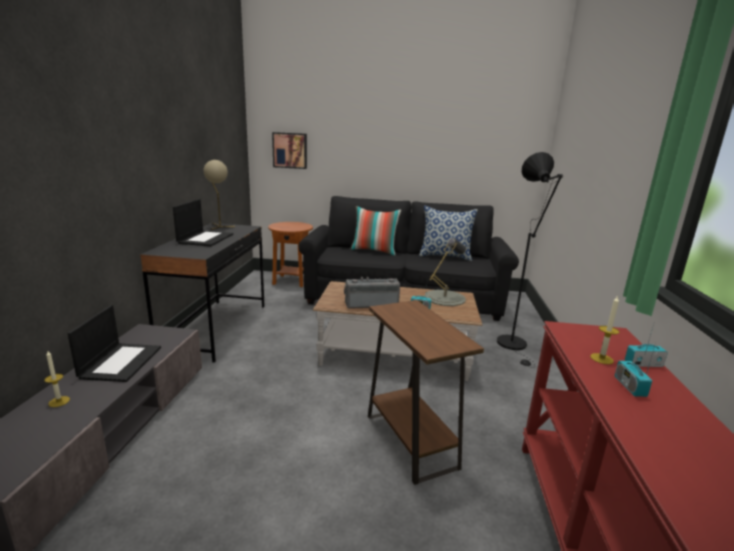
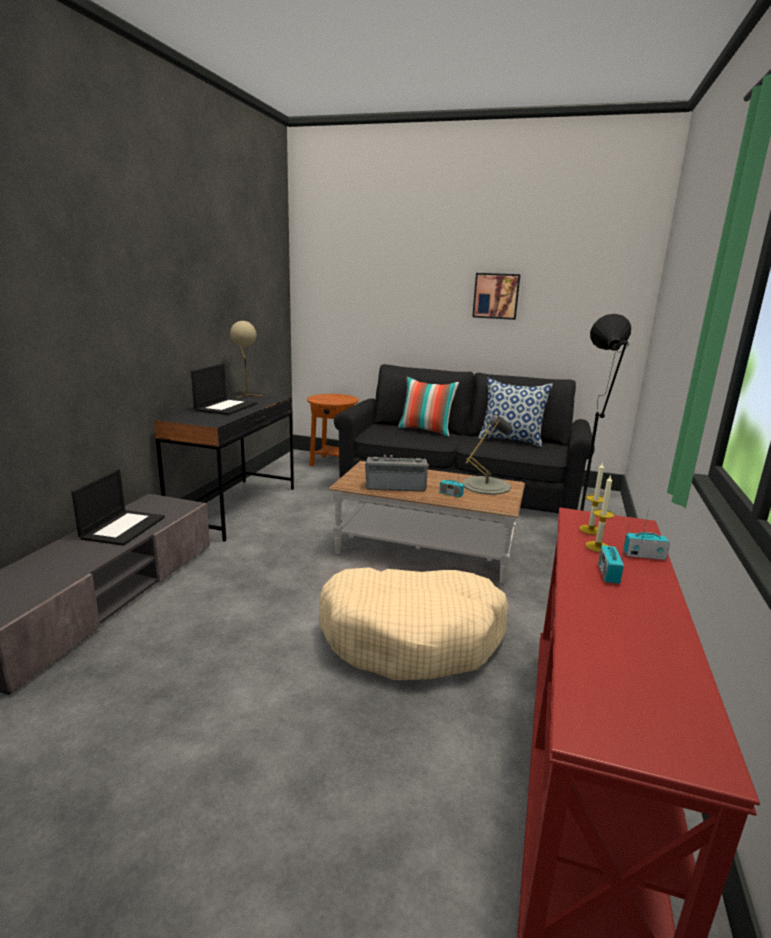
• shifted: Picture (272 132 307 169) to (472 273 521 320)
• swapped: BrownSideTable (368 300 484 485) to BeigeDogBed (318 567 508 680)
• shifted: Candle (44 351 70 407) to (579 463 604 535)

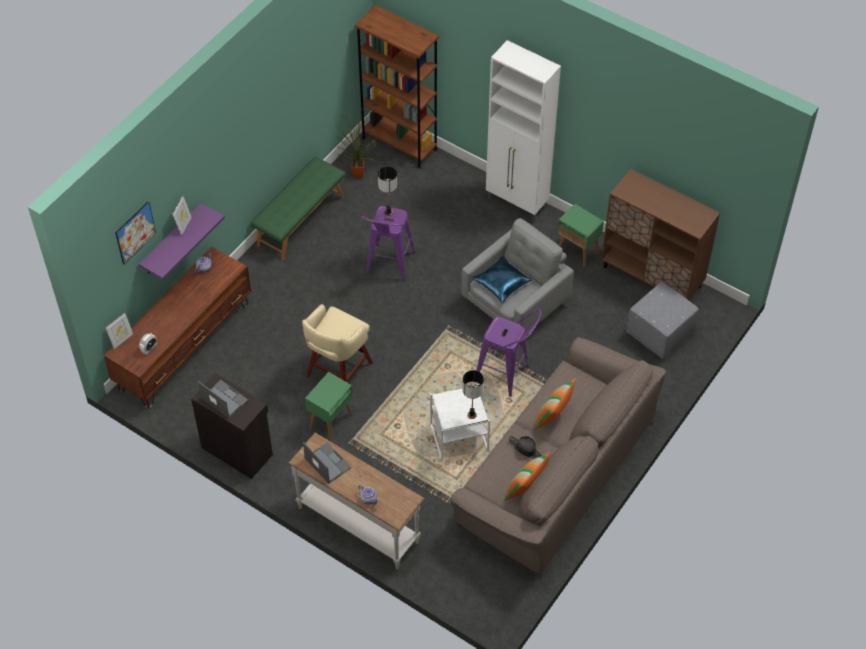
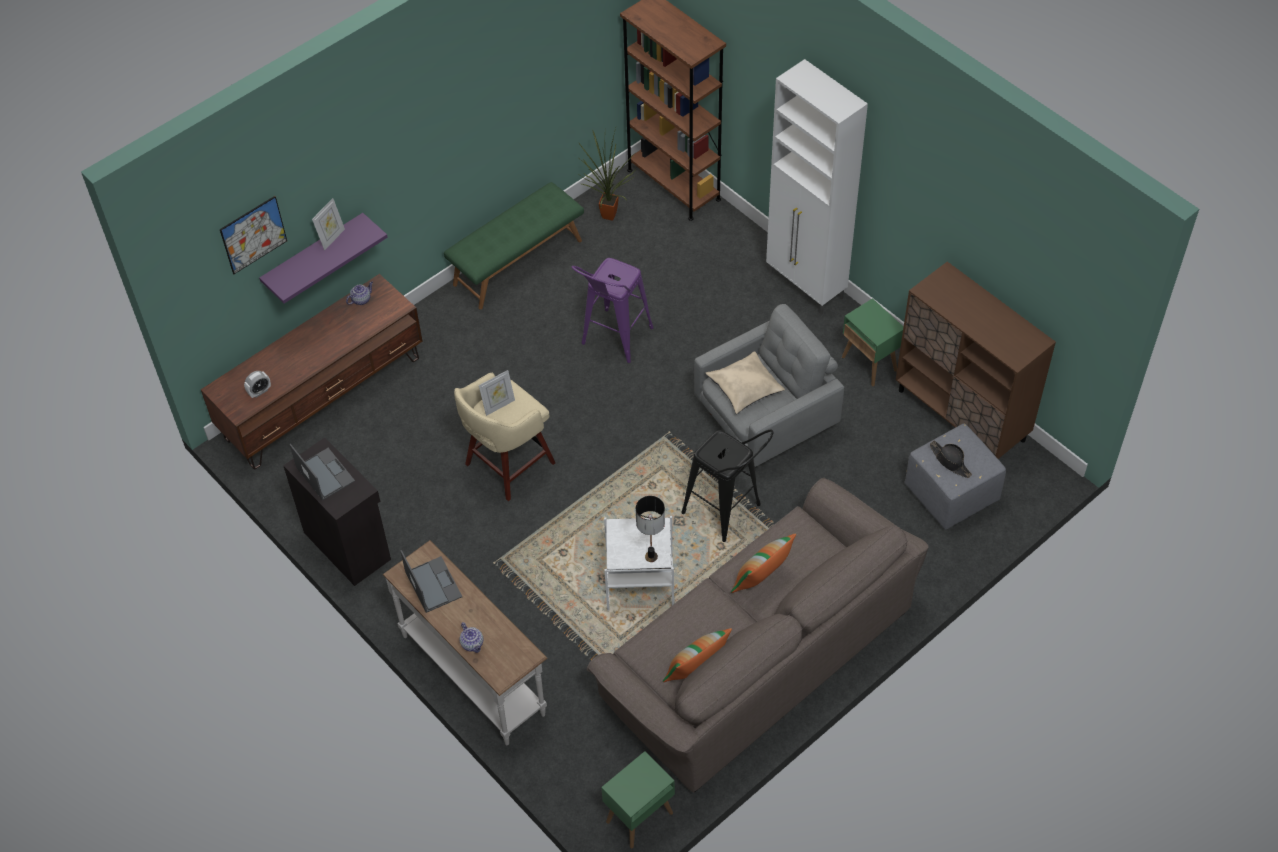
• gone: TableLamp (378 166 397 216)
• repainted: BluePillow (472 256 532 303) to BeigePillow (705 351 785 414)
• repainted: PurpleStool (475 309 541 397) to BlackStool (681 430 774 542)
• shifted: PictureFrame (106 313 133 349) to (479 370 515 416)
• shifted: GreenSideTable (305 372 353 440) to (601 751 675 848)
• shifted: BlackHat (508 436 542 459) to (930 440 972 478)

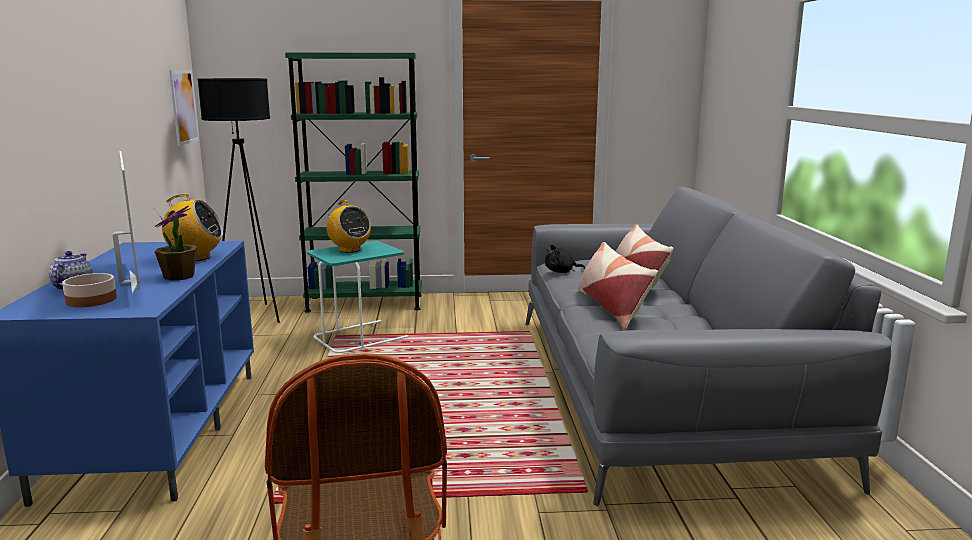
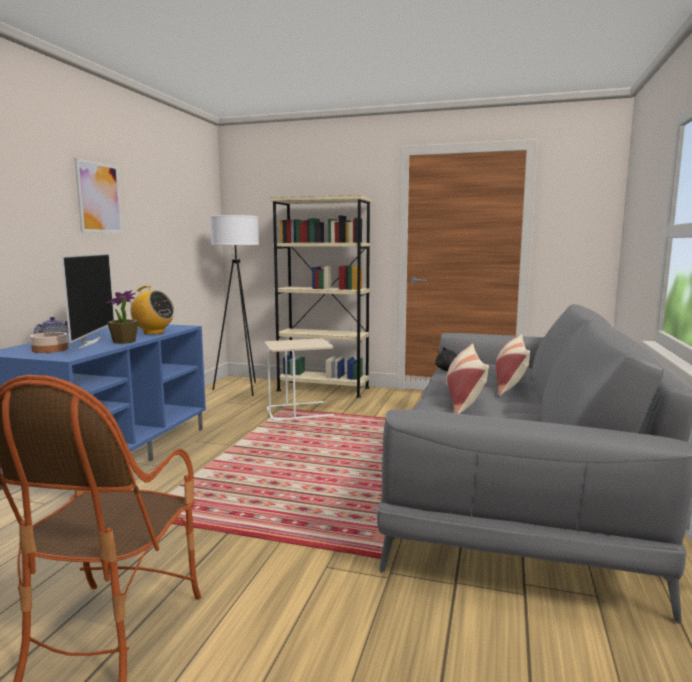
• repainted: GreenBookcase (285 53 422 313) to BeigeBookcase (270 195 372 398)
• shifted: Picture (169 70 199 146) to (75 158 123 233)
• repainted: BlackFloorLamp (197 78 280 323) to WhiteFloorLamp (210 215 259 396)
• gone: Radio (326 200 371 253)
• repainted: TurquoiseSideTable (307 241 408 353) to BeigeSideTable (265 339 334 421)

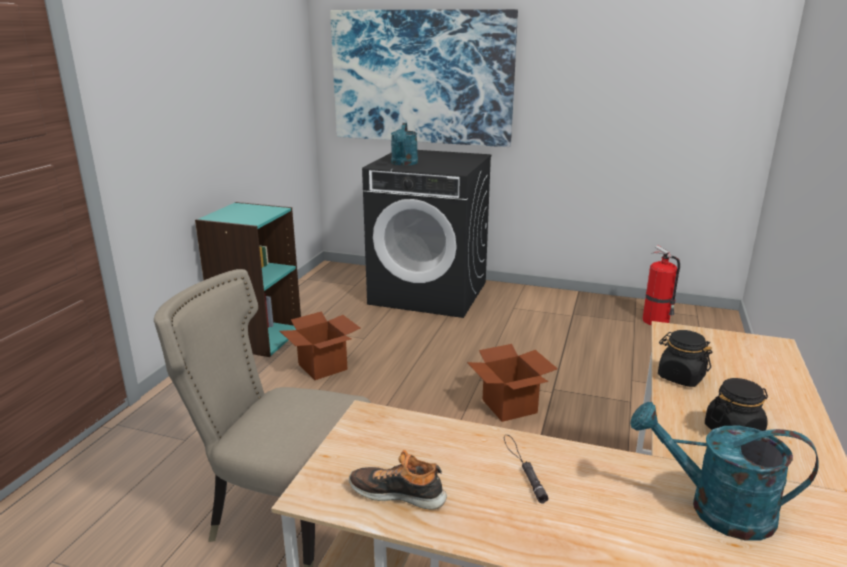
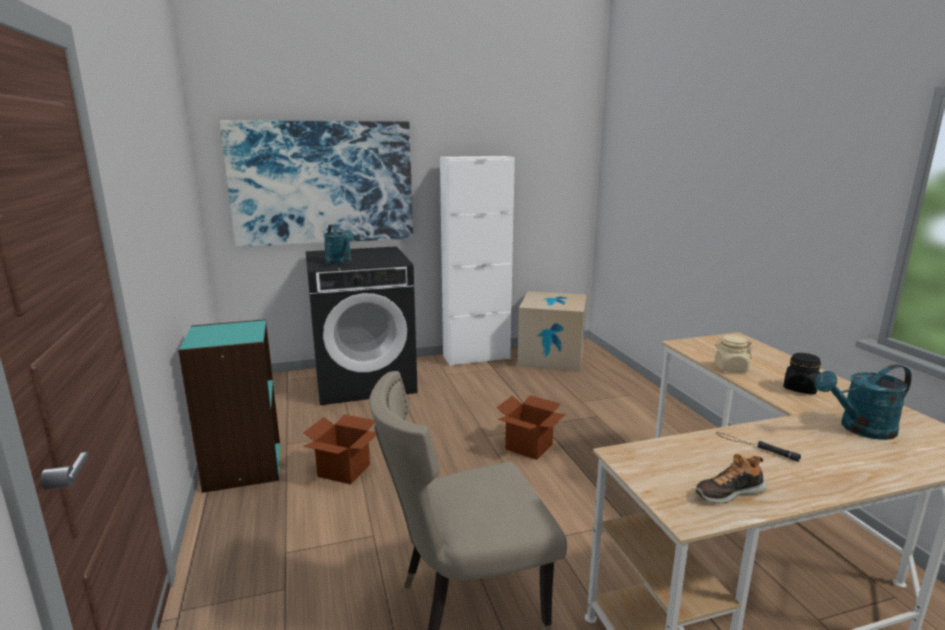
• swapped: FireExtinguisher (642 245 680 325) to CardboardBox (517 291 587 372)
• repainted: BlackJar (658 330 712 387) to BeigeJar (715 335 752 372)
• new: WhiteCabinet (440 156 515 366)

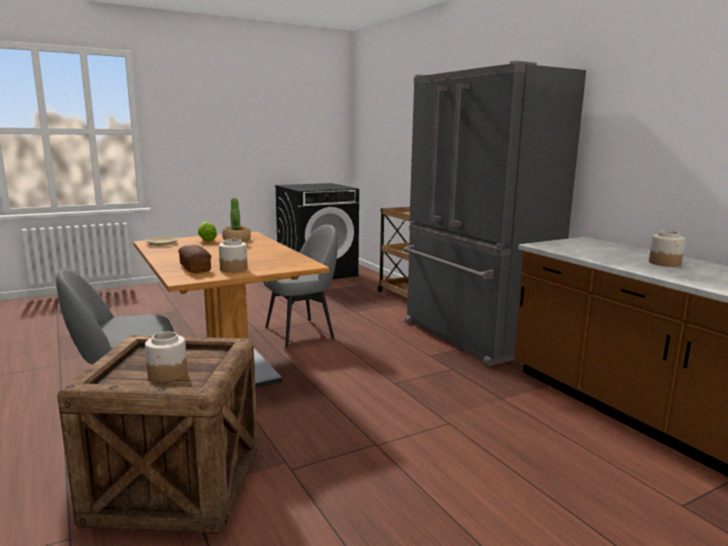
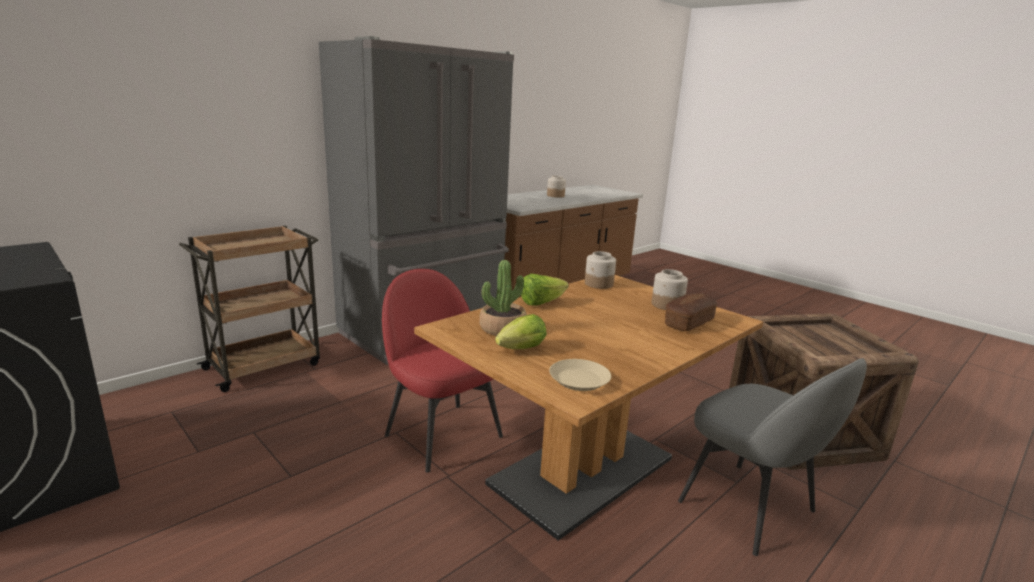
• repainted: GreyChair (263 224 338 347) to RedChair (382 269 503 473)
• shifted: Jar (145 332 187 382) to (585 251 616 289)
• new: Lettuce (521 274 569 306)

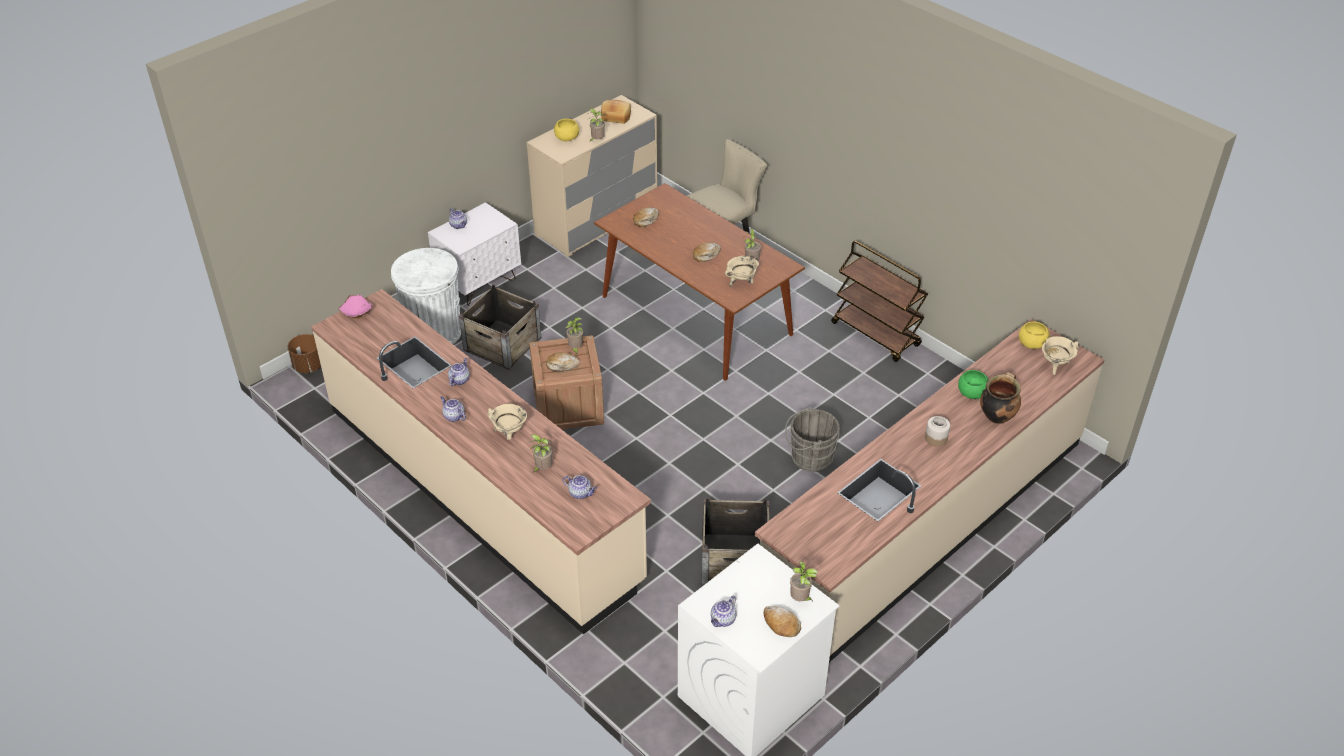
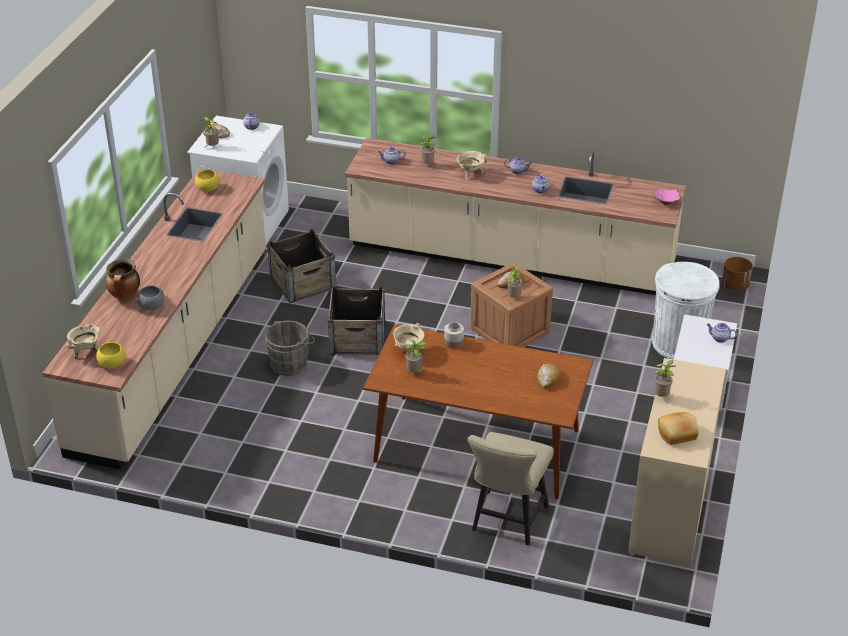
• shifted: YellowBowl (554 119 579 141) to (195 170 220 192)
• gone: BrownCart (831 241 928 362)
• gone: Bread (693 242 721 262)
• shifted: Crate (459 285 541 370) to (328 286 385 355)
• repainted: GreenBowl (958 370 989 399) to GreyBowl (137 286 164 310)
• shifted: Jar (925 416 950 447) to (444 322 464 349)

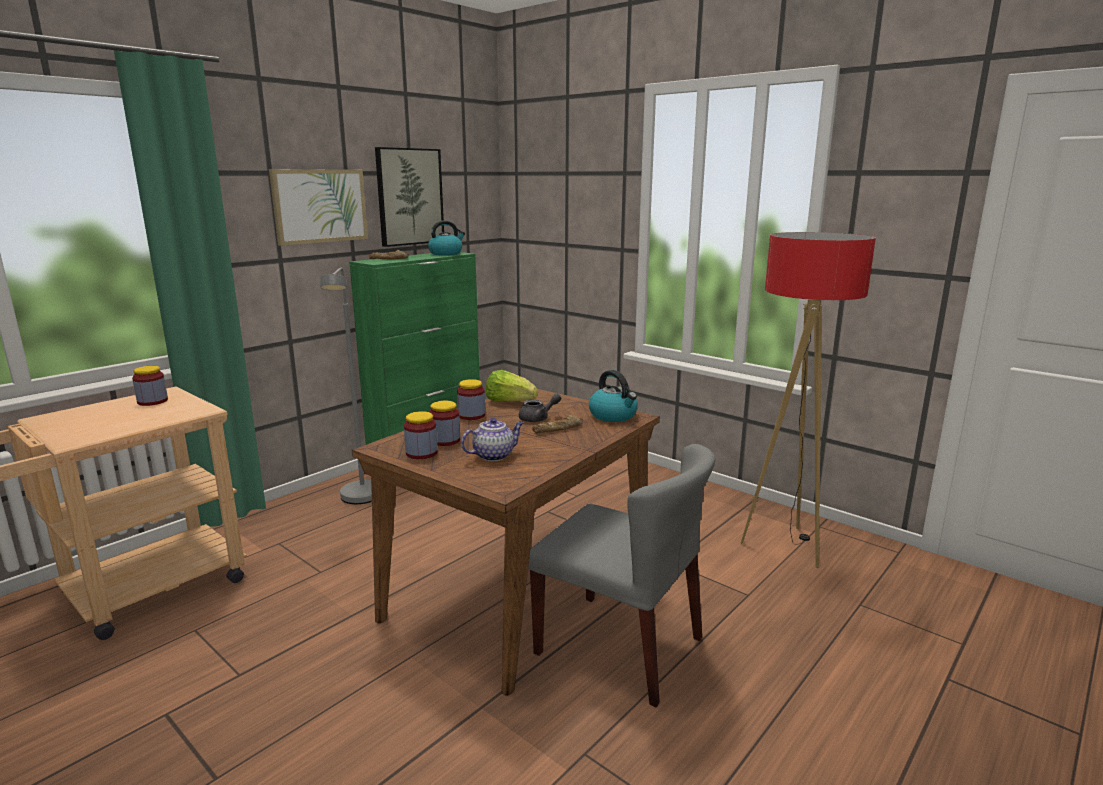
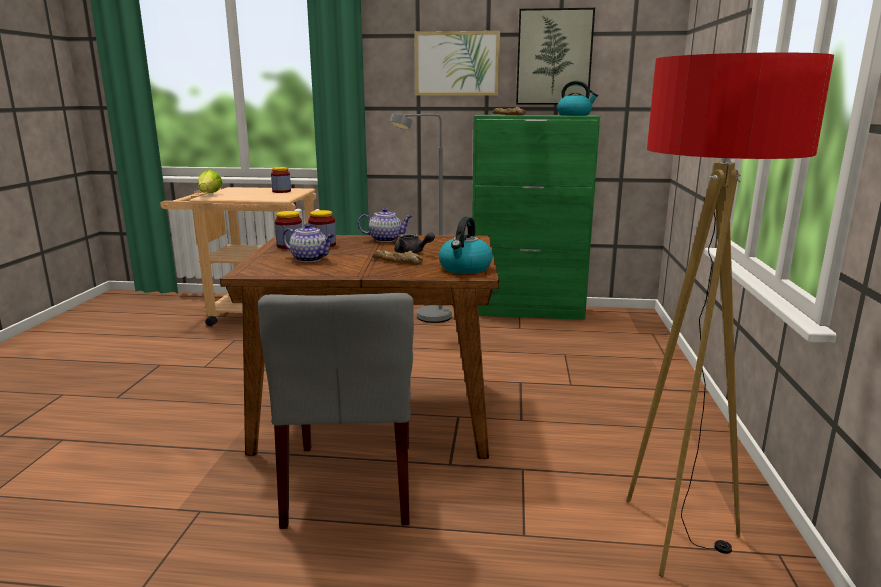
• shifted: Lettuce (486 370 538 401) to (198 170 223 193)
• swapped: Jar (457 379 485 420) to Teapot (358 208 412 242)

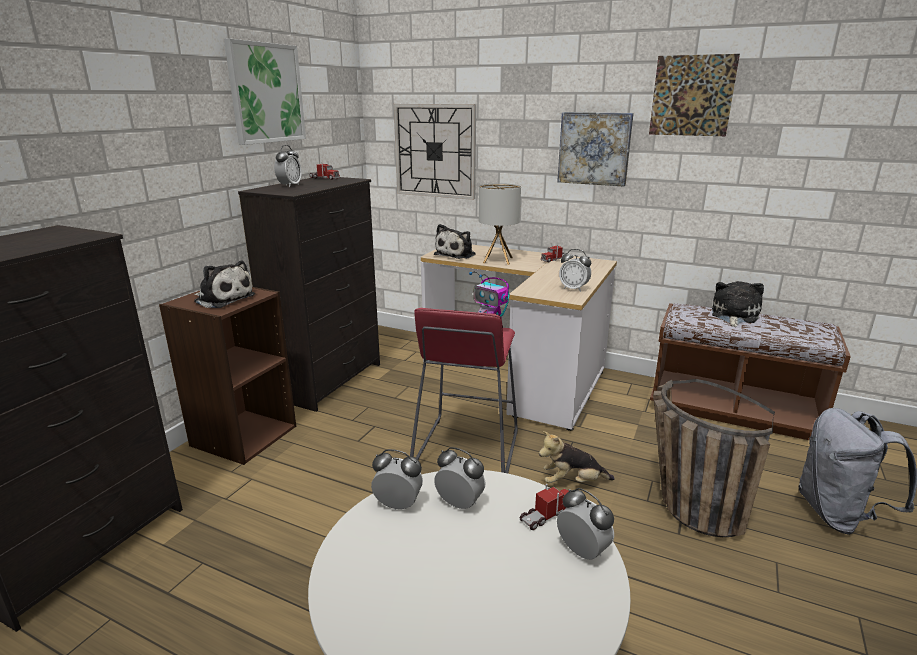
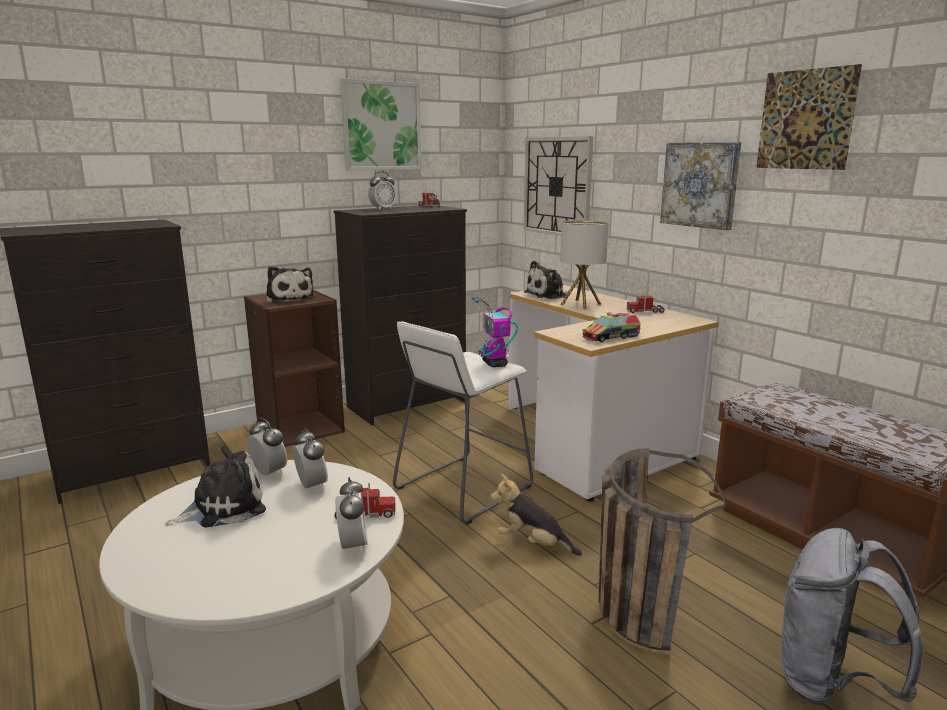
• swapped: AlarmClock (559 249 591 292) to ToyTruck (582 312 641 343)
• shifted: PlushToy (712 281 764 327) to (165 445 266 527)
• repainted: RedStool (410 308 518 473) to WhiteStool (393 321 533 525)

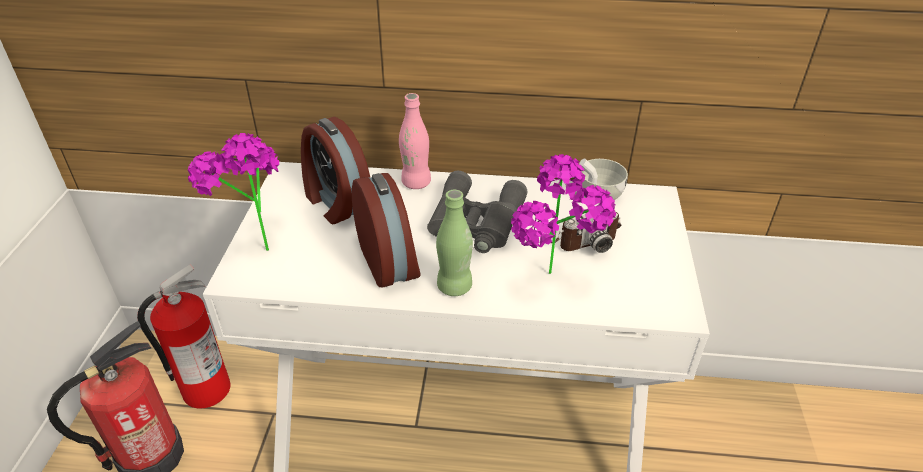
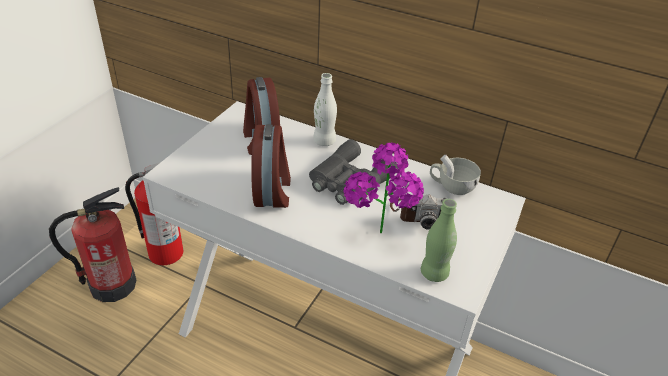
• repainted: PinkBottle (399 93 431 189) to WhiteBottle (313 73 337 146)
• gone: PottedPlant (188 133 279 251)
• shifted: GreenBottle (436 190 473 296) to (421 199 457 282)

